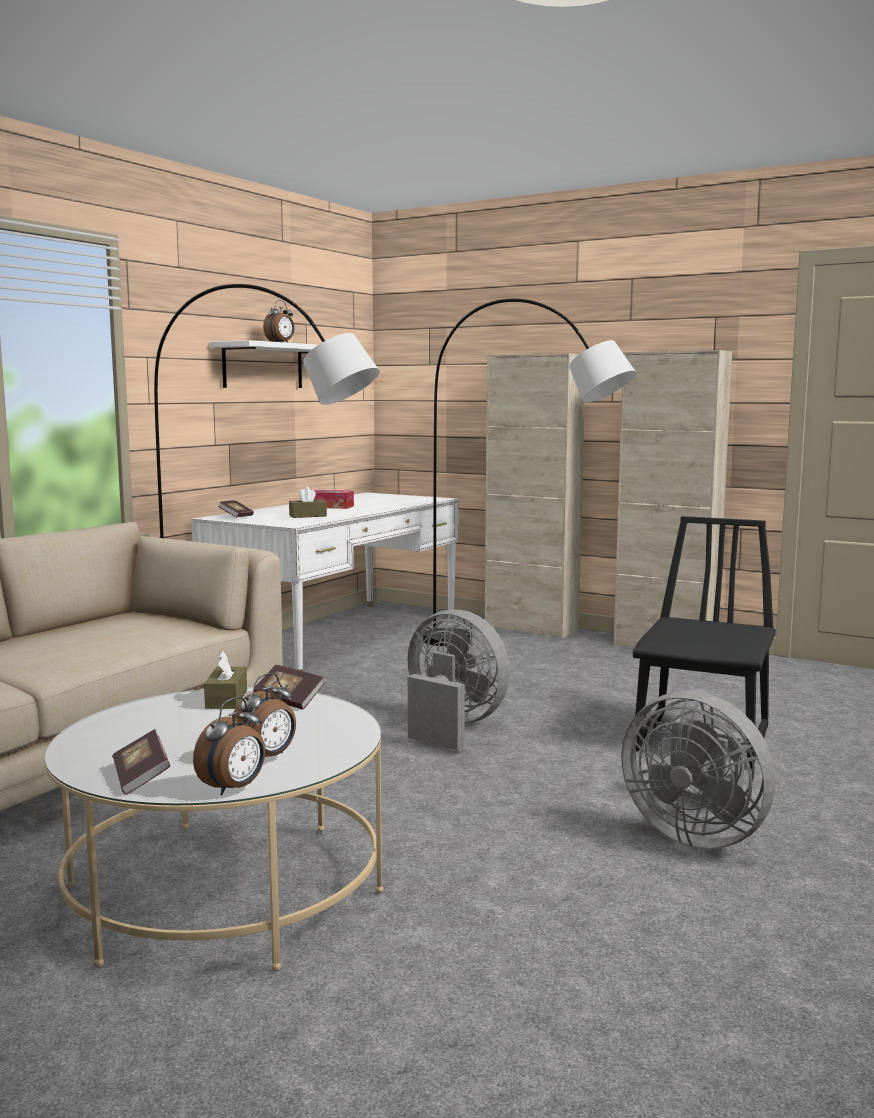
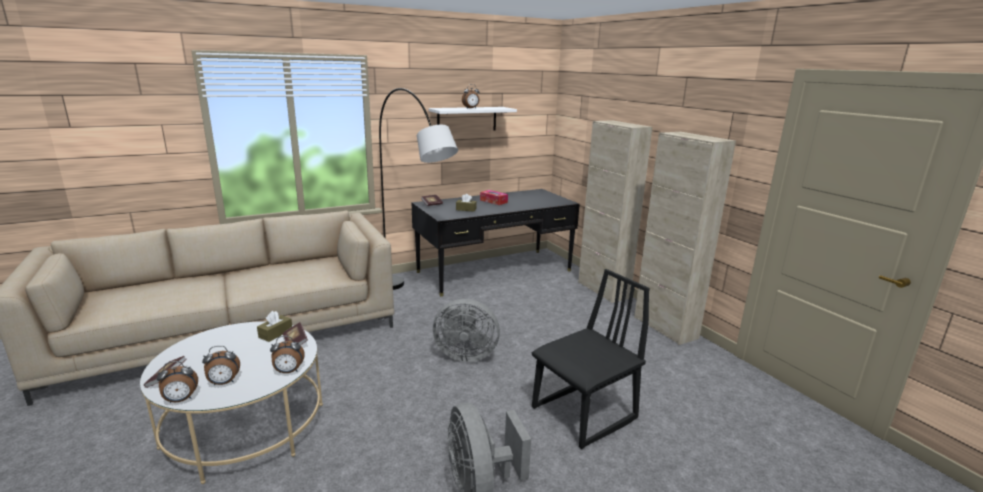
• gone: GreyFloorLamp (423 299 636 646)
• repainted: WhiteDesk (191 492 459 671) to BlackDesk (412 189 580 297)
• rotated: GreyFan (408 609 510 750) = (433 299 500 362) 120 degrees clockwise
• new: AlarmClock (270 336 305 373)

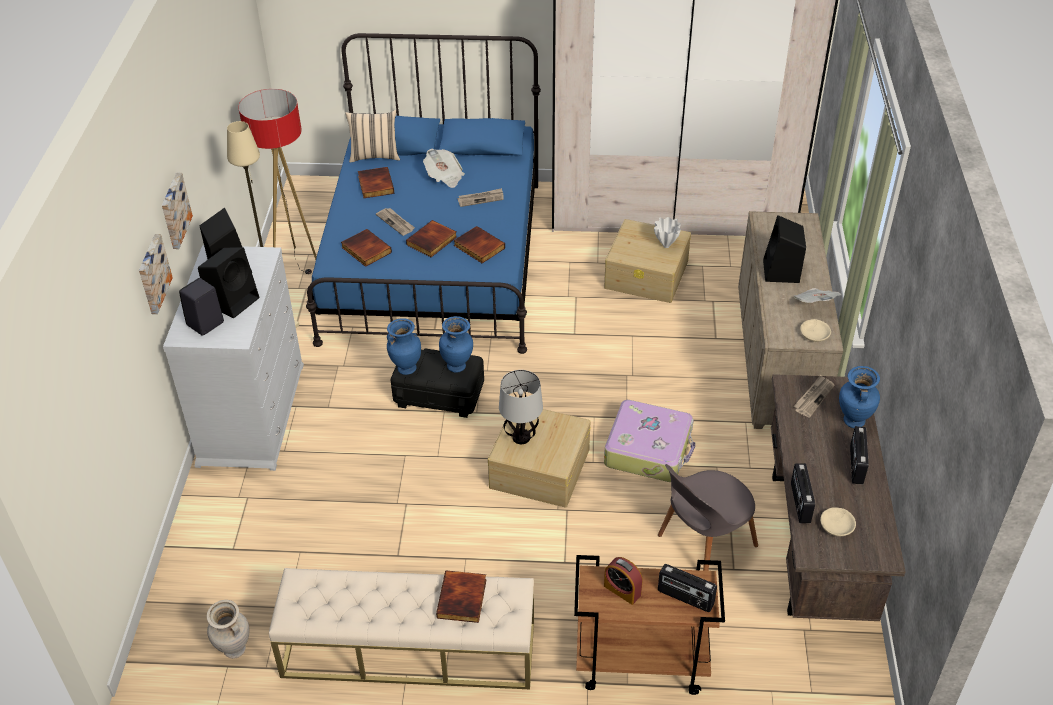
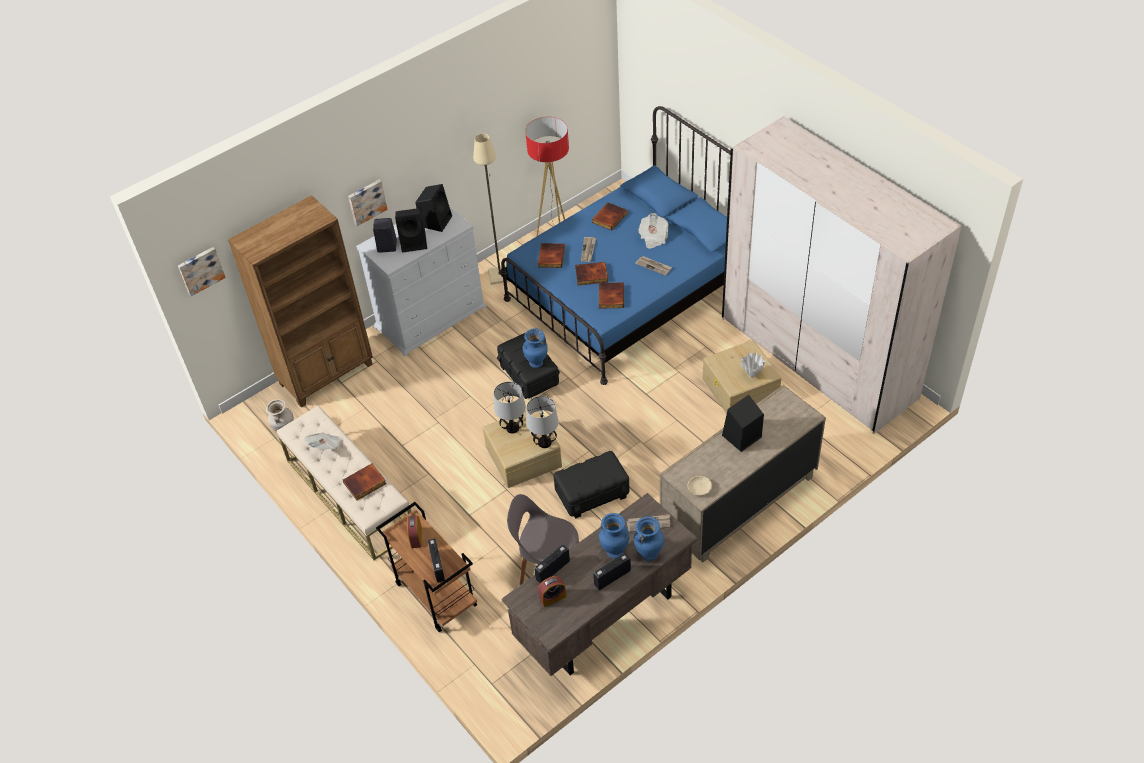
• gone: BeigePillow (345 110 400 163)
• shifted: Picture (162 173 193 249) to (178 247 226 296)
• shifted: Newspaper (794 288 842 303) to (304 432 342 450)
• shifted: BlueVase (387 318 421 375) to (599 513 629 559)
• swapped: Suitcase (604 400 696 482) to BlackStorageBox (554 451 630 519)
• swapped: BeigeBowl (820 507 856 536) to AlarmClock (538 576 567 607)
• new: BrownBookcase (228 195 373 407)
• new: TableLamp (526 396 559 448)

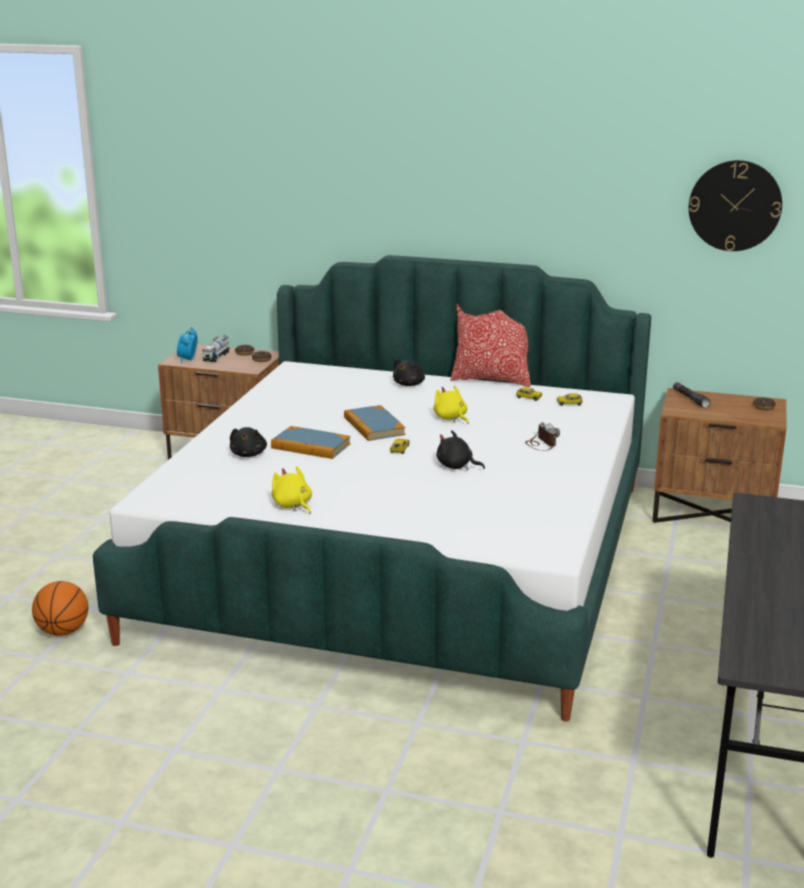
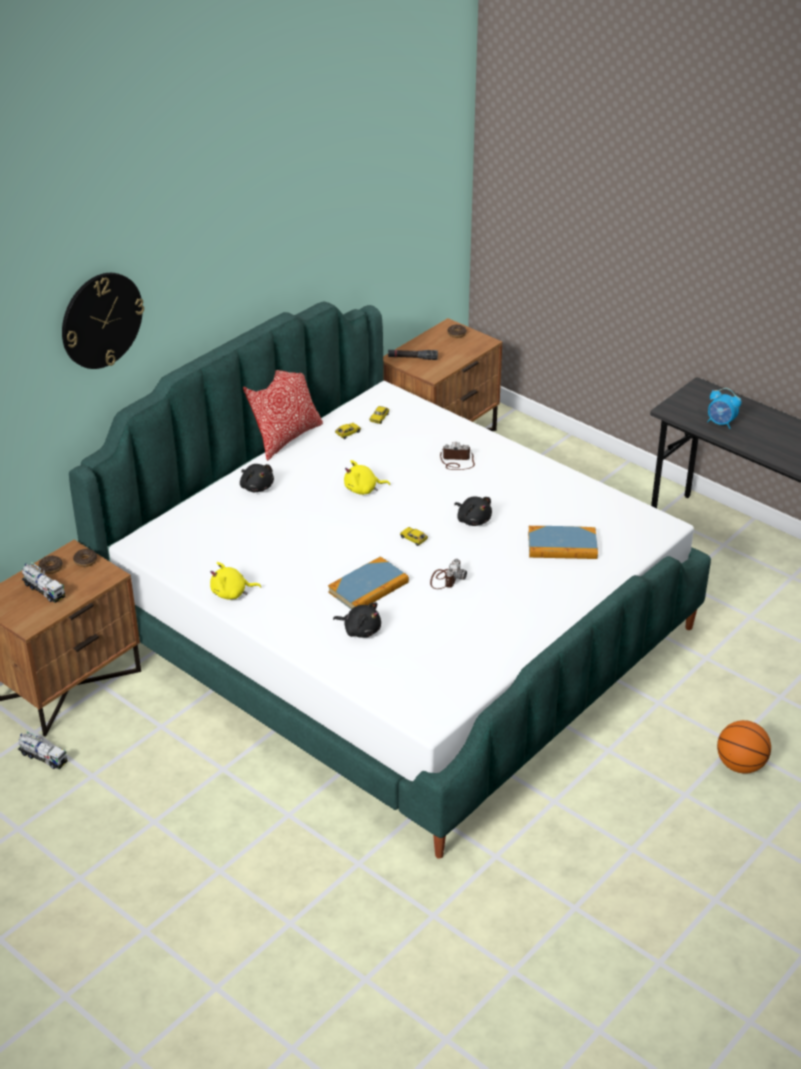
• shifted: WallClock (689 160 782 251) to (62 273 144 369)
• shifted: AlarmClock (177 327 198 363) to (707 388 742 429)
• shifted: Book (344 405 405 441) to (528 526 598 559)
• rotated: BlackPlushToy (437 430 485 470) = (454 496 492 526) 90 degrees counterclockwise
• shifted: YellowPlushToy (272 467 312 514) to (210 562 261 600)
• shifted: Basketball (32 581 88 636) to (717 720 771 774)
• new: PhotoCamera (430 559 467 589)
• new: ToyTruck (18 731 68 769)

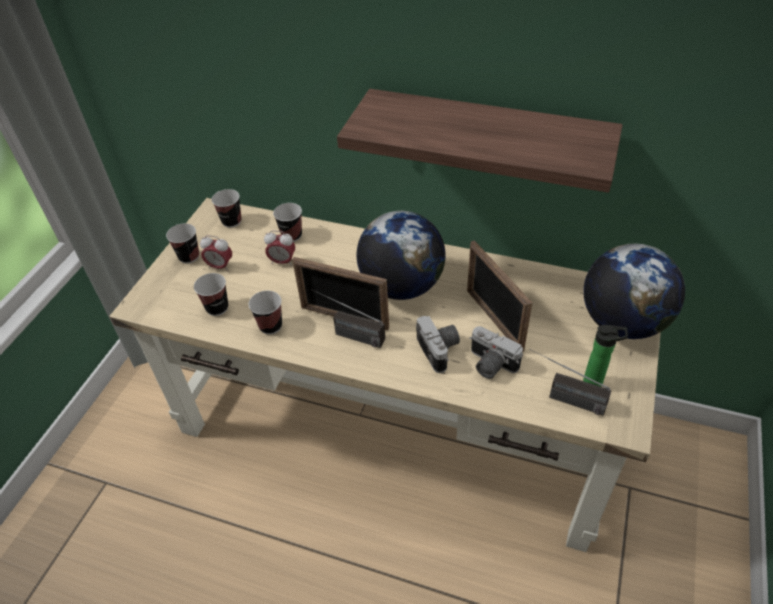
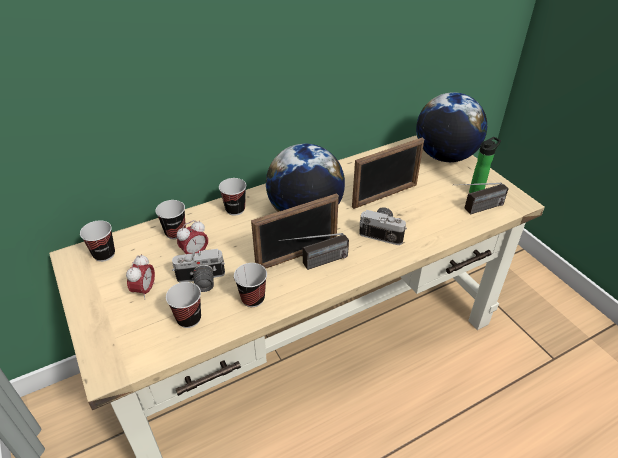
• gone: Shelf (337 89 623 193)
• shifted: Cup (166 223 199 264) to (219 178 246 216)
• rotated: AlarmClock (200 235 232 271) = (126 254 155 300) 45 degrees counterclockwise
• rotated: PictureFrame (467 240 532 352) = (352 138 424 209) 45 degrees counterclockwise
• shifted: PhotoCamera (469 326 523 379) to (172 249 225 292)

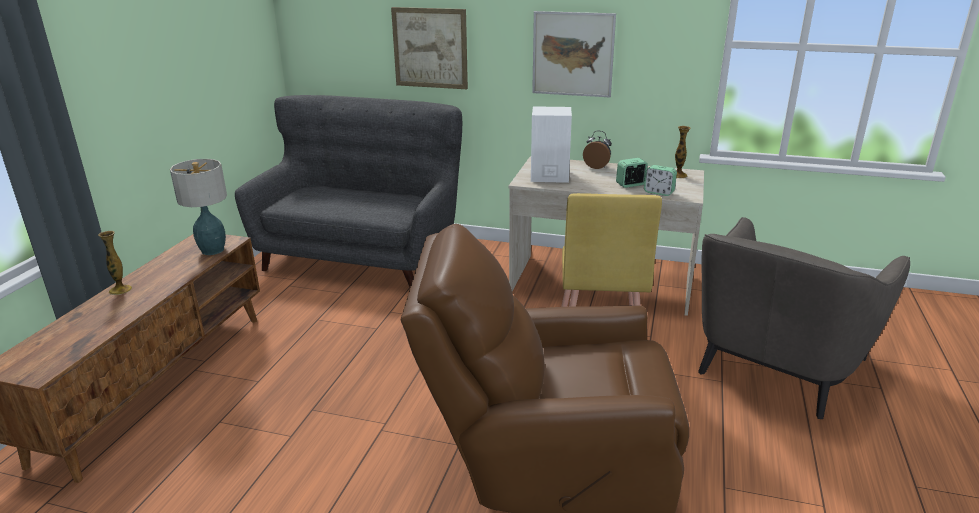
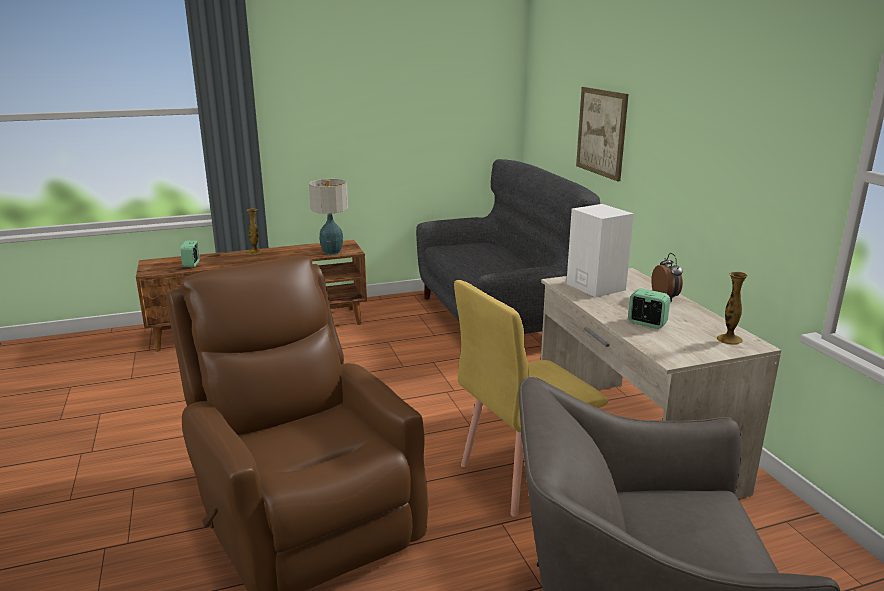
• gone: Picture (532 11 616 98)
• shifted: AlarmClock (644 165 677 196) to (181 240 200 268)

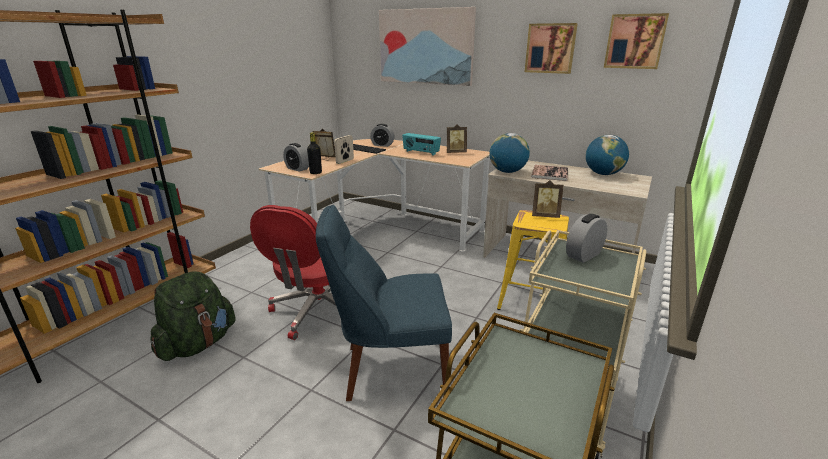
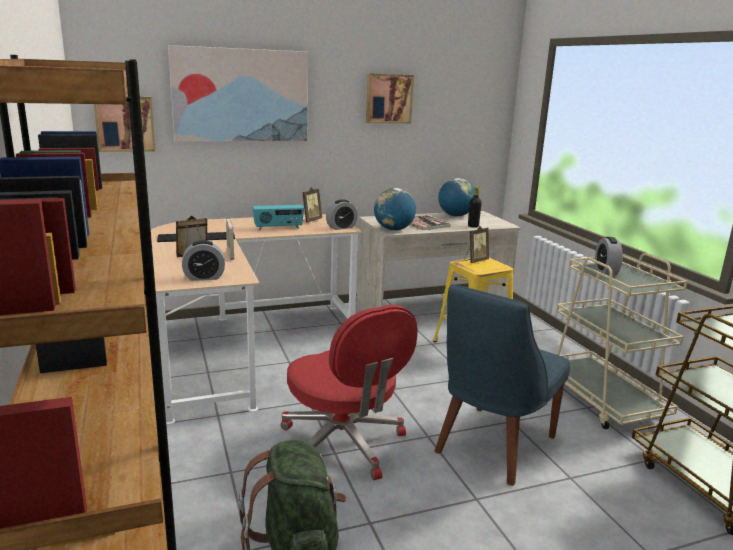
• shifted: Picture (604 13 669 69) to (94 96 156 152)
• shifted: AlarmClock (370 124 394 147) to (326 199 358 230)
• shifted: BlackBottle (307 132 322 174) to (468 186 482 228)

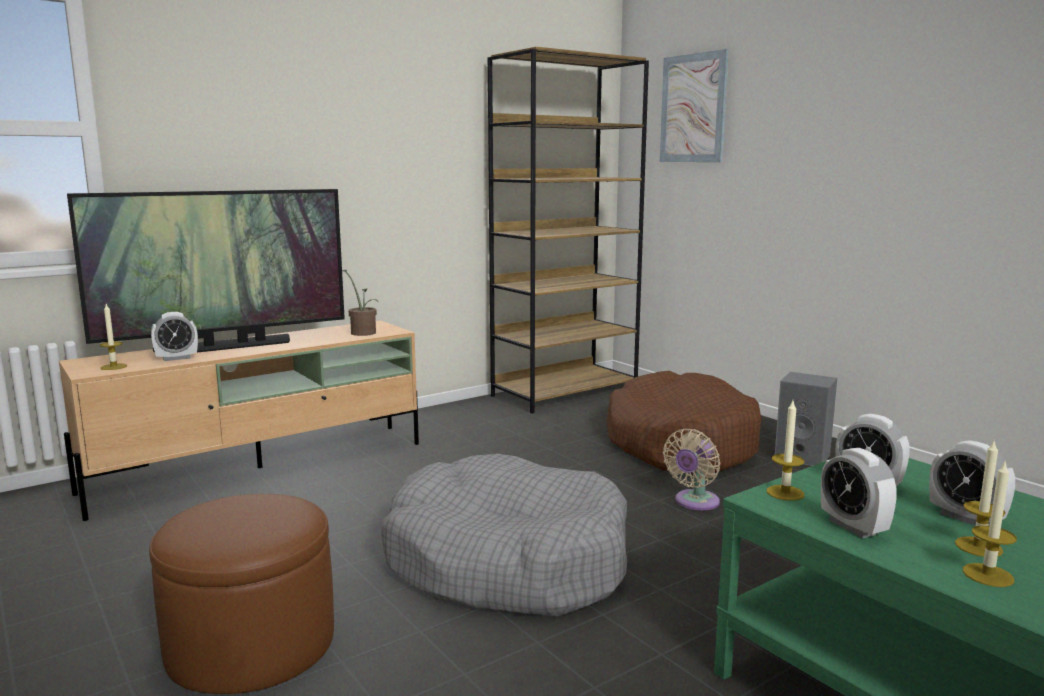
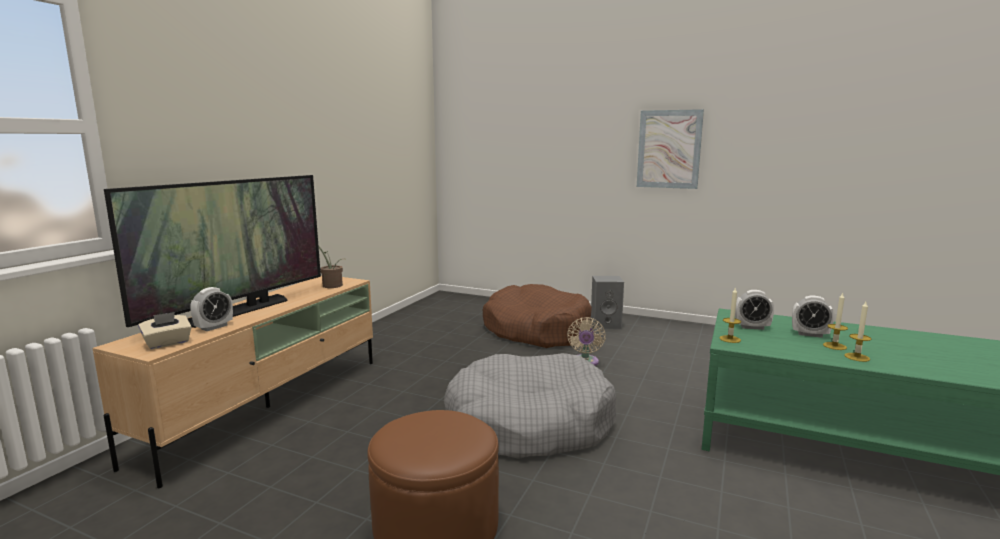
• gone: BrownBookcase (488 47 649 414)
• shifted: Picture (660 49 729 162) to (637 109 704 189)
• swapped: Candle (100 304 127 370) to BeigeTissueBox (138 312 192 349)
• gone: AlarmClock (821 448 897 538)

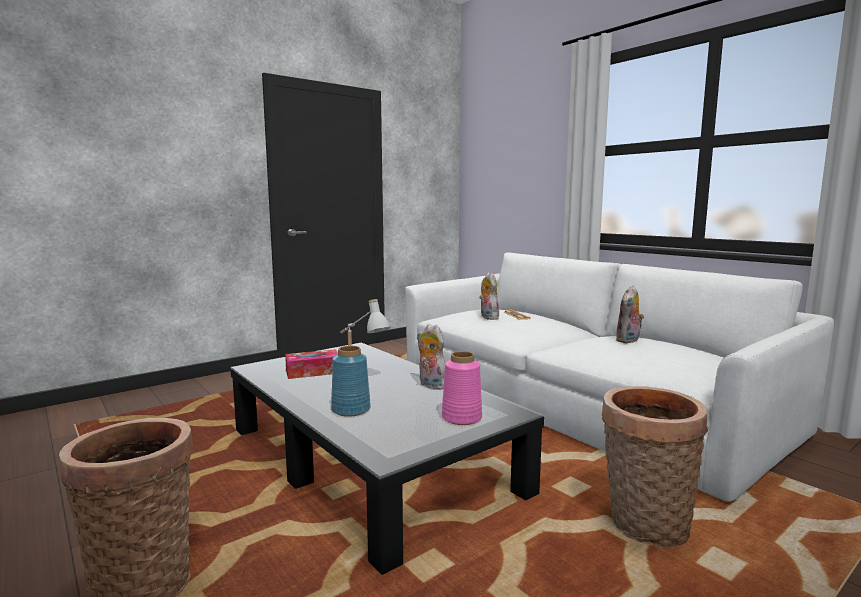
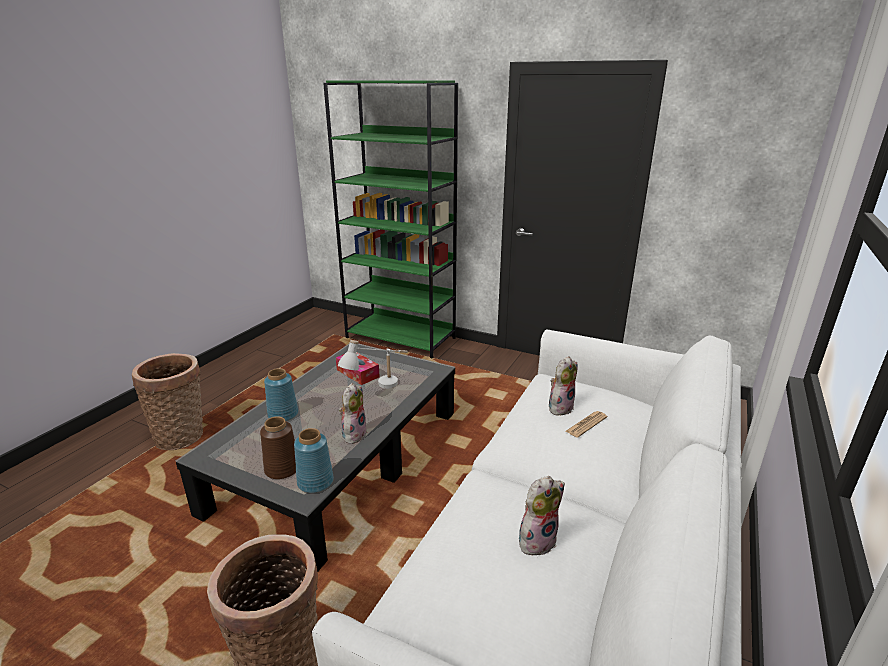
• rotated: PlushToy (616 286 644 343) = (519 476 565 556) 135 degrees clockwise
• repainted: PinkVase (442 351 482 425) to BrownVase (260 416 296 479)
• new: GreenBookcase (323 81 458 359)
• new: BlueVase (294 428 334 493)

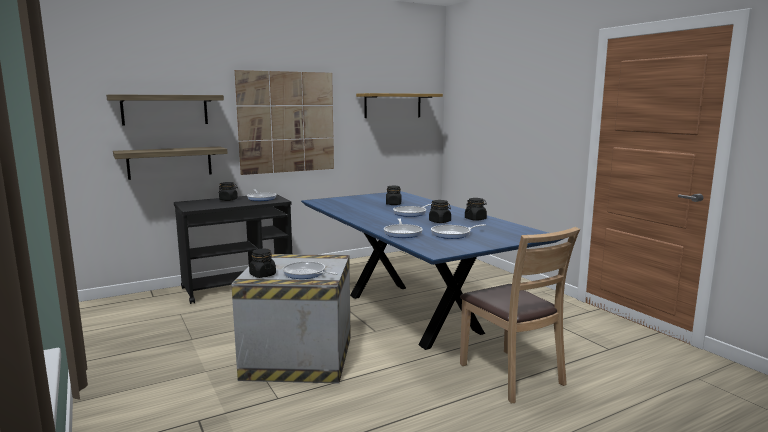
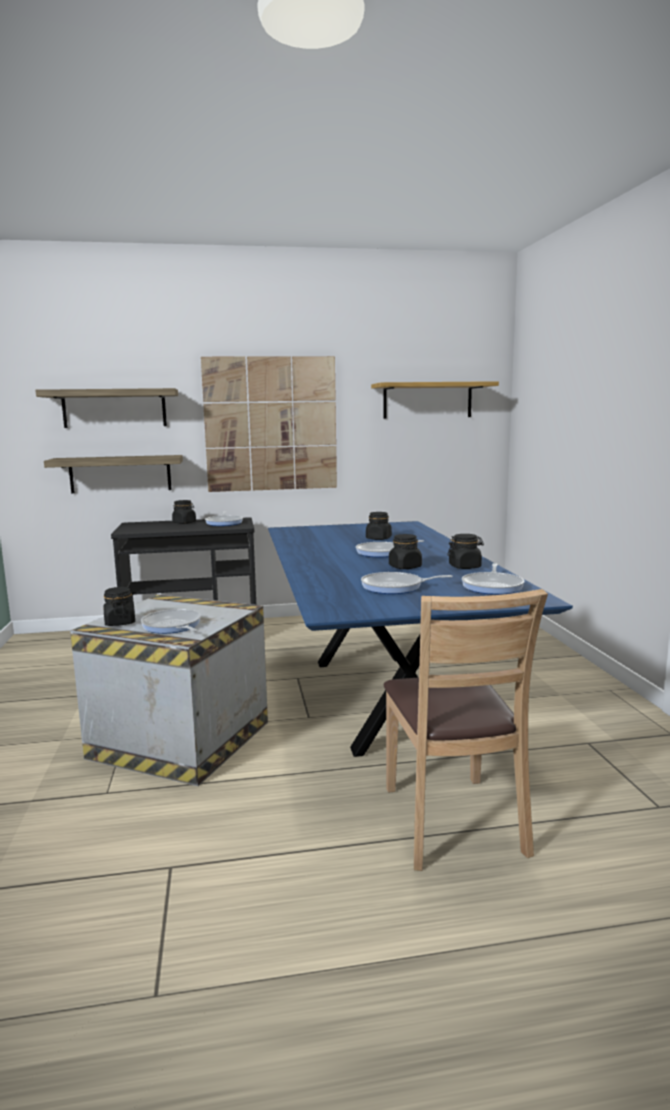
• shifted: FryingPan (384 219 423 238) to (462 563 525 595)

